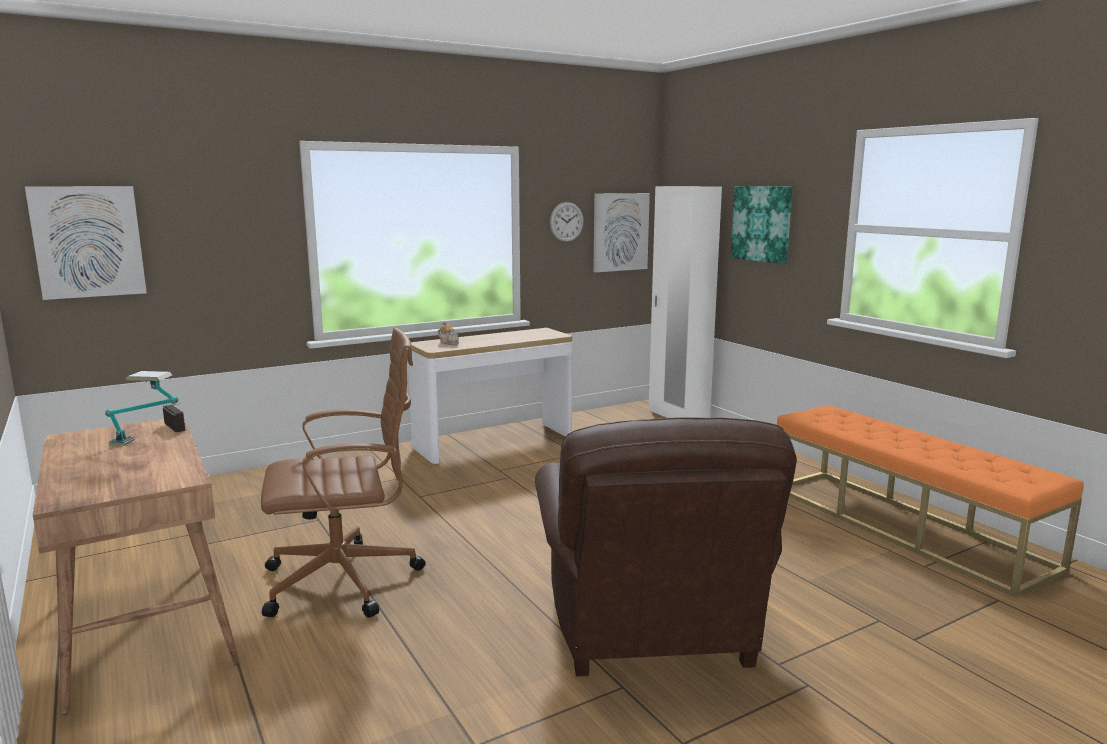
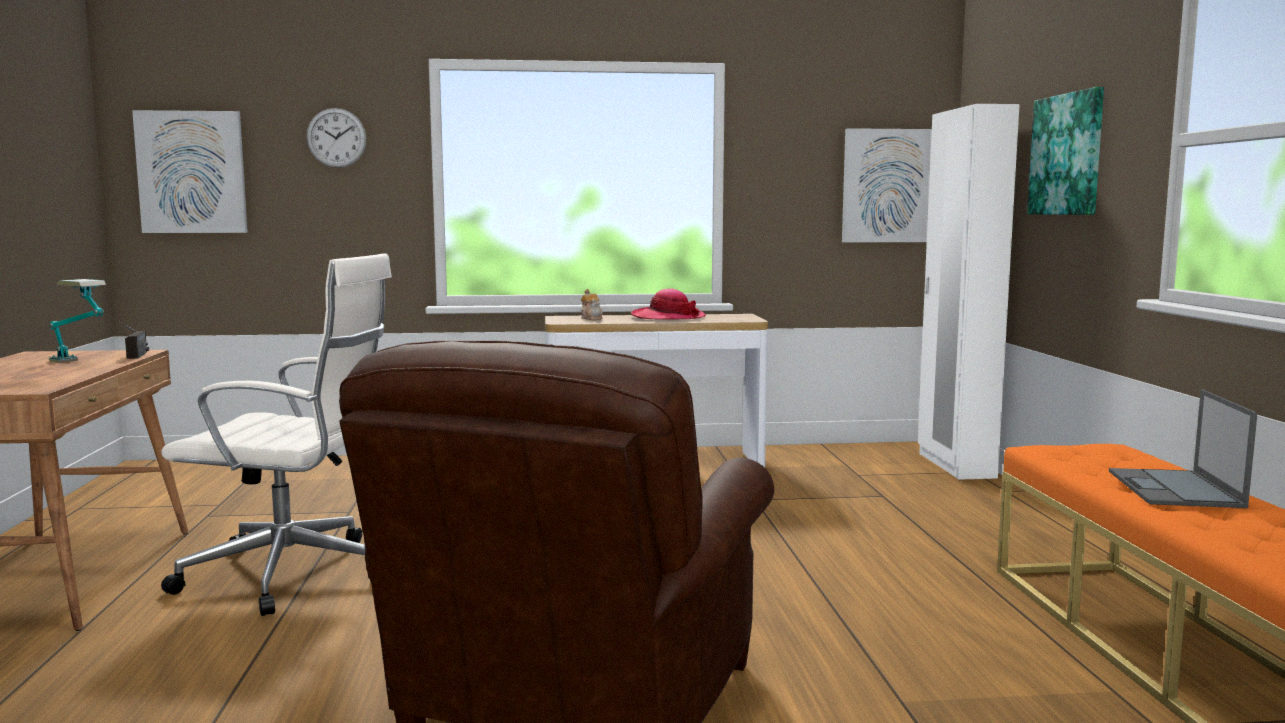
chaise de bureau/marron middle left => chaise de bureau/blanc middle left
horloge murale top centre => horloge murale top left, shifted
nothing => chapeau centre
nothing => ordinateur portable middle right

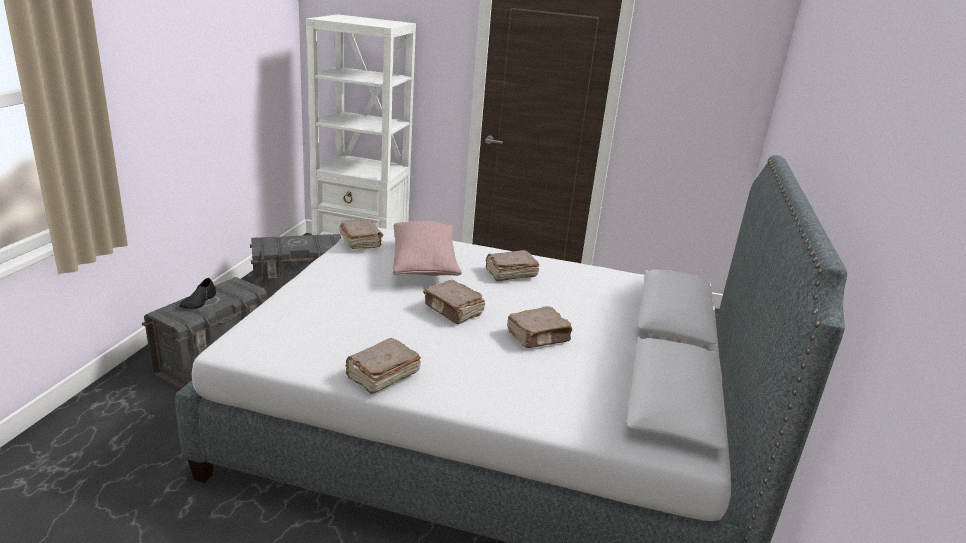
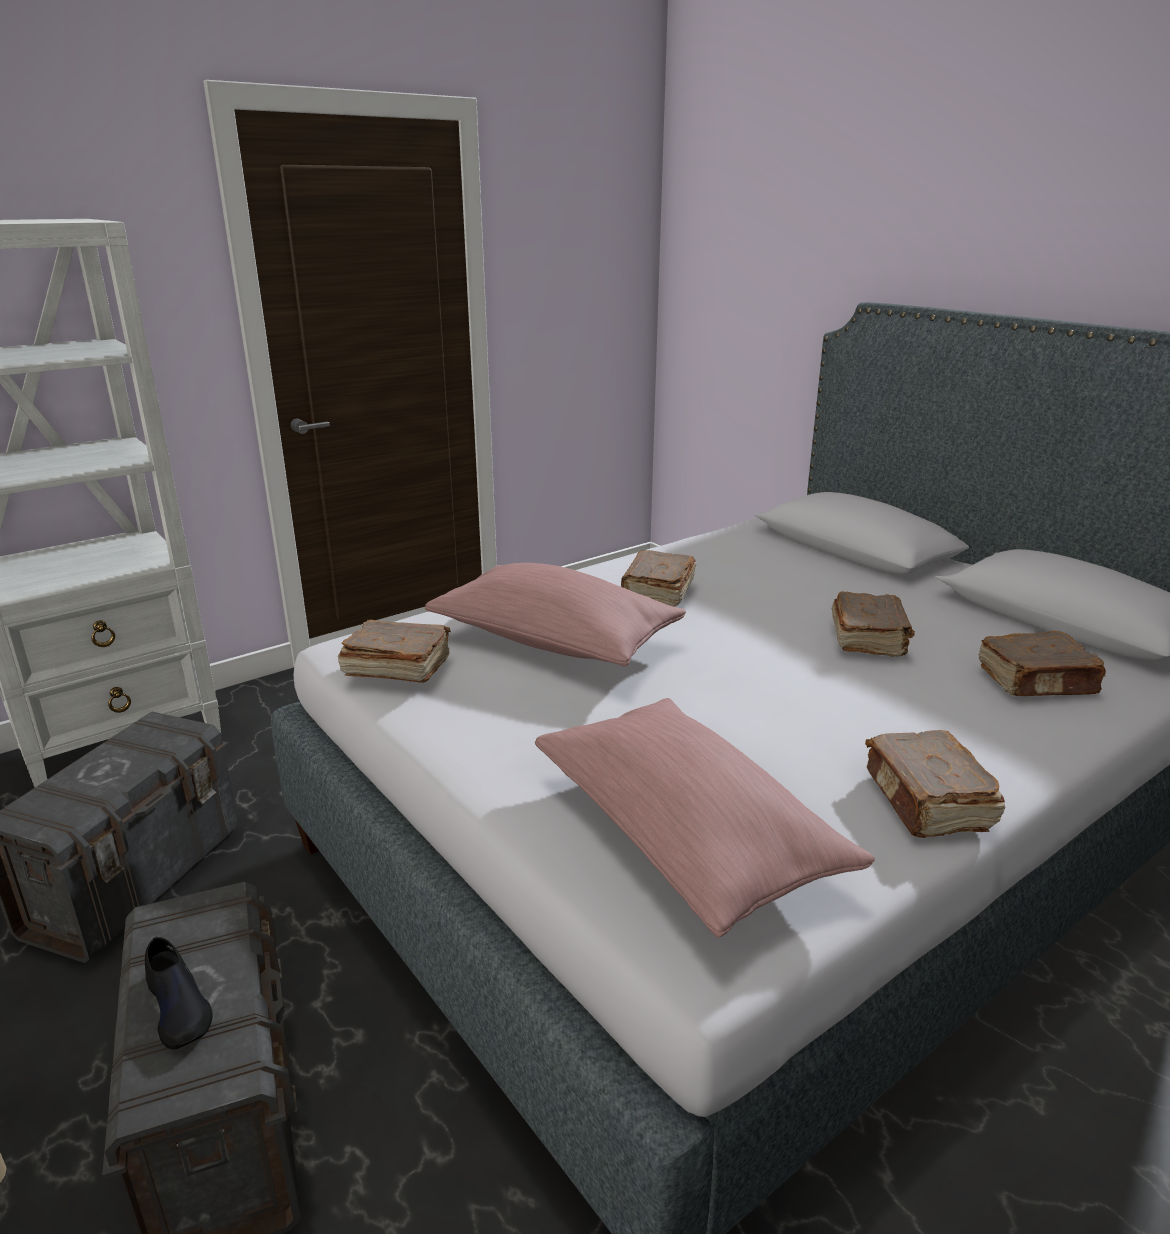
nothing => coussin/rose (no. 2 from left) centre
livre/marron (no. 3 from left in the first image) centre => livre/marron (no. 5 from left) middle right, shifted

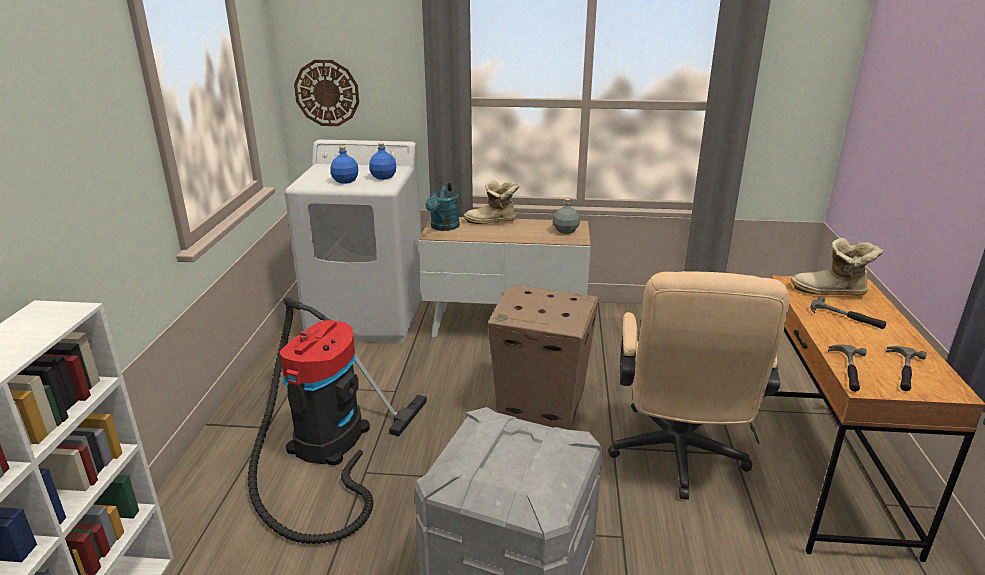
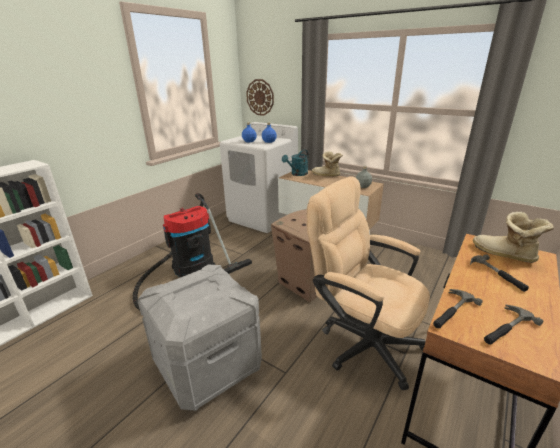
chaise de bureau/beige bottom right => chaise de bureau/beige centre, 90 degrees clockwise

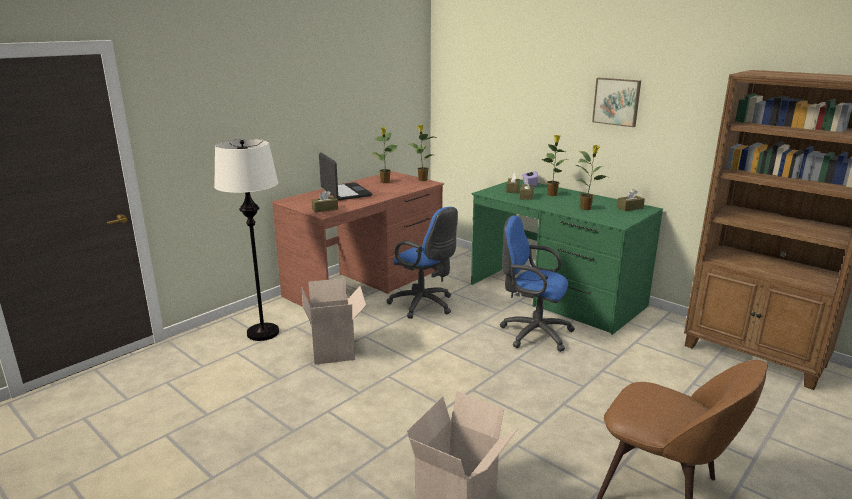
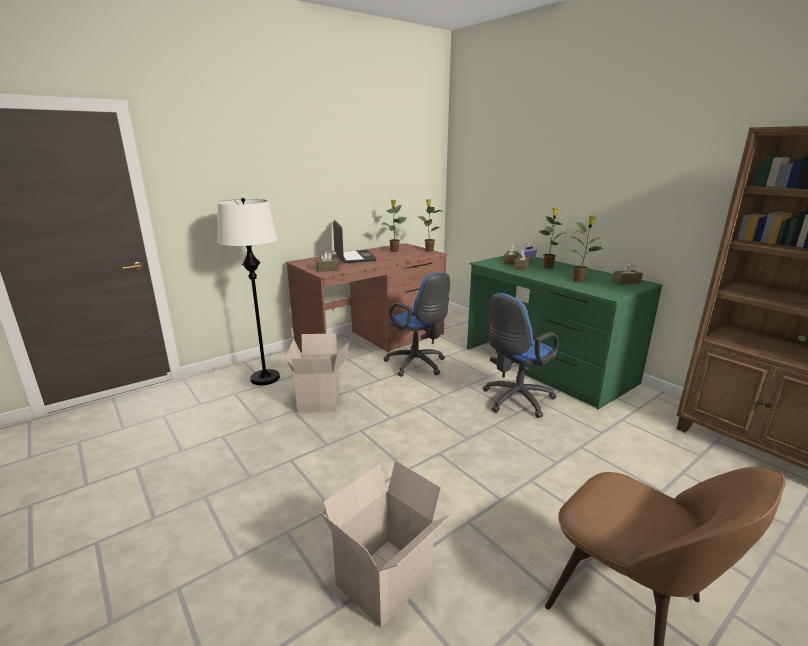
chaise de bureau/bleu (no. 2 from left) centre, 75 degrees counterclockwise
tableau top right => nothing

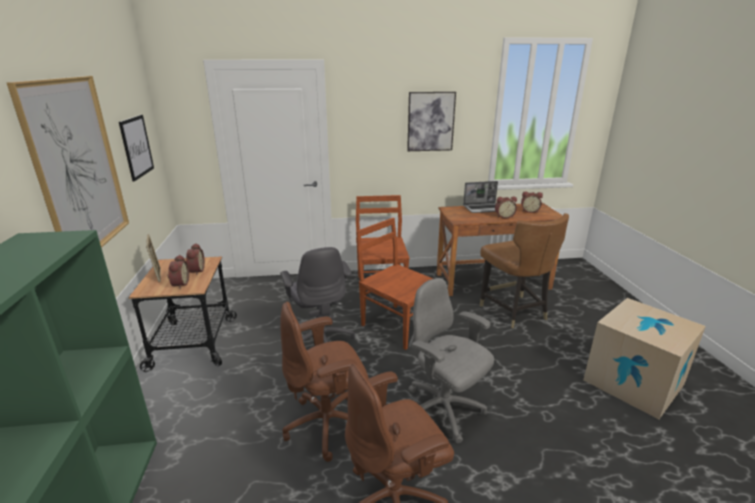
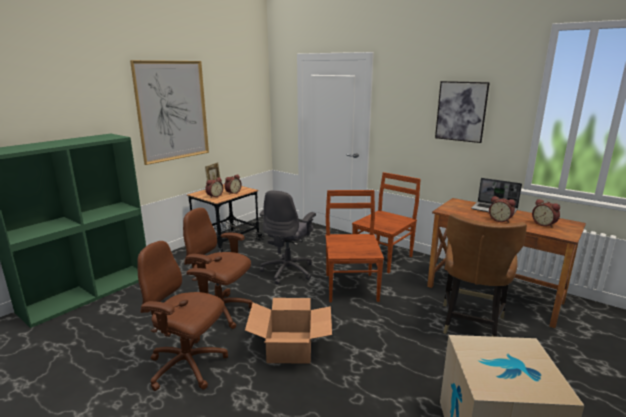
chaise de bureau/gris (no. 2 from left) bottom centre => carton (no. 1 from left) bottom centre
tableau (no. 2 from left) top left => nothing

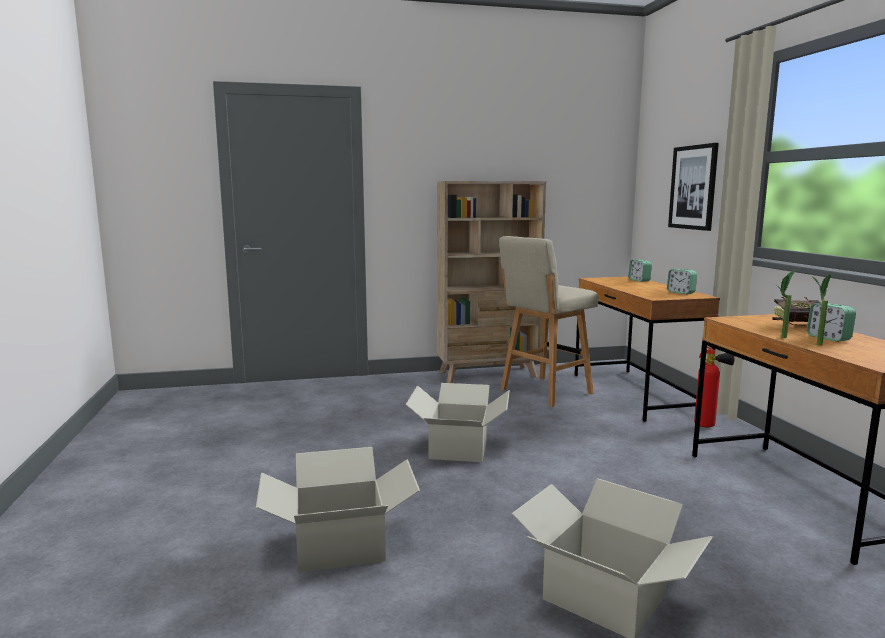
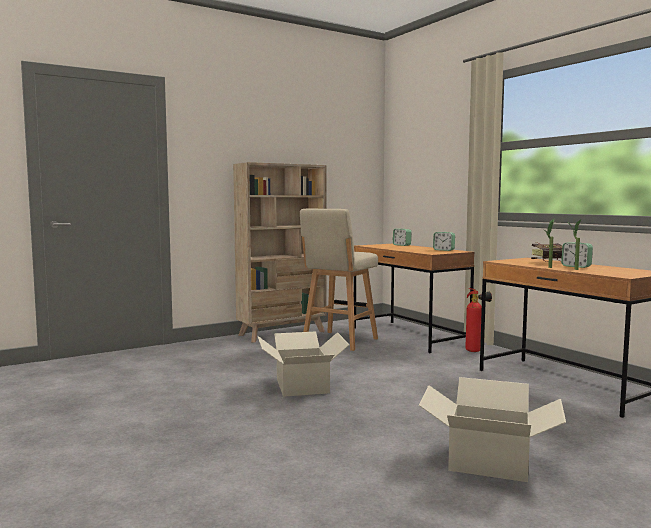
carton (no. 1 from left) bottom centre => nothing
tableau top right => nothing

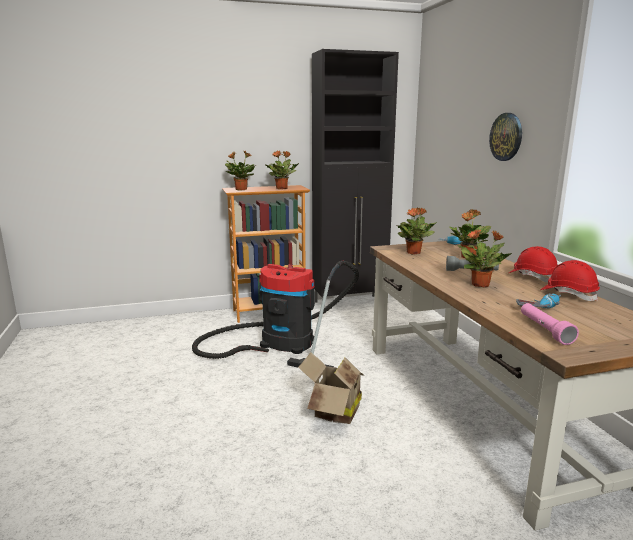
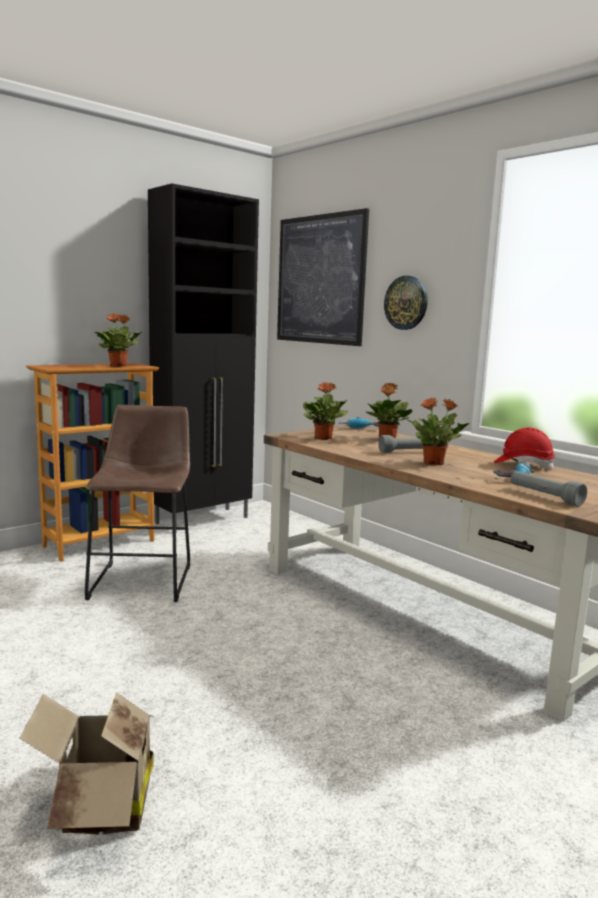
carton bottom centre => carton bottom left, shifted
aspirateur centre => tabouret/marron middle left
nothing => tableau top centre
lampe de poche/rose middle right => lampe de poche/gris (no. 2 from left) middle right
plante en pot (no. 1 from left) top centre => nothing
casque de chantier/rouge (no. 1 from left) middle right => nothing

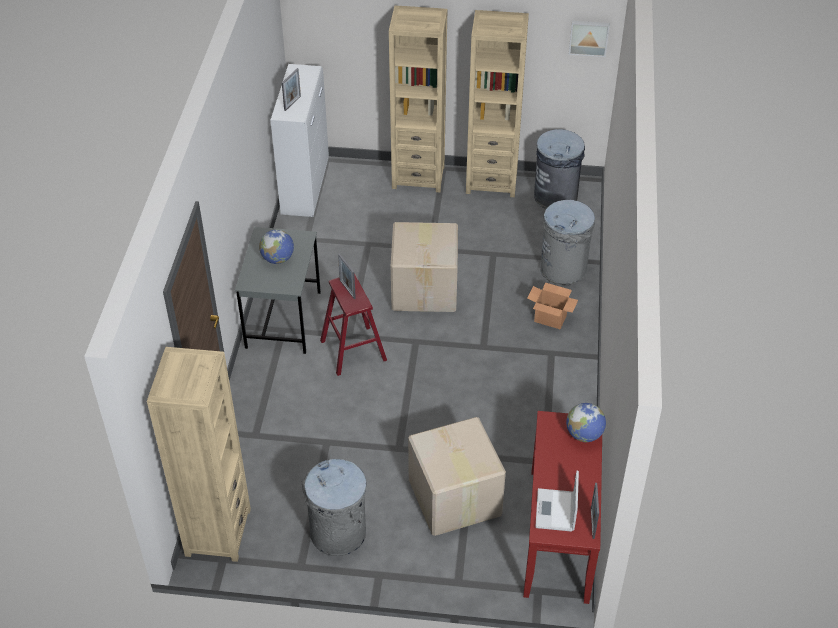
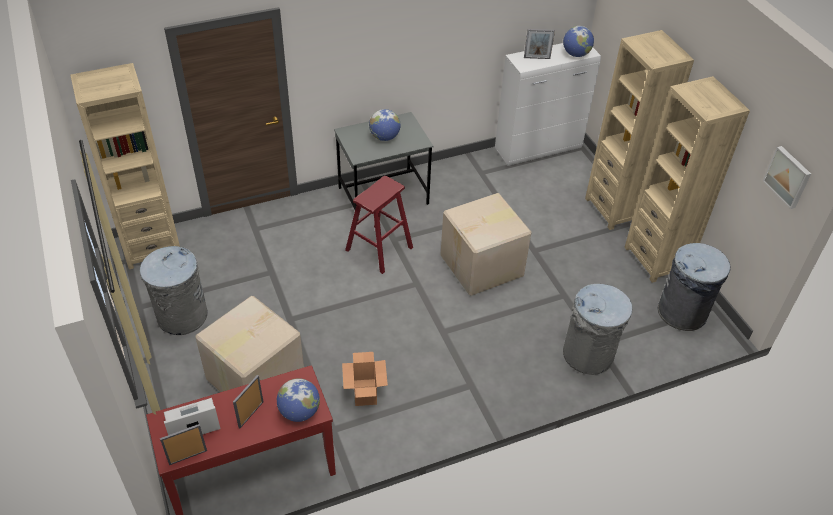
cadre photo (no. 2 from left) centre => cadre photo (no. 2 from left) bottom left, shifted
carton (no. 3 from left in the first image) centre => carton (no. 2 from left) bottom centre, shifted
nothing => globe (no. 3 from left) top right

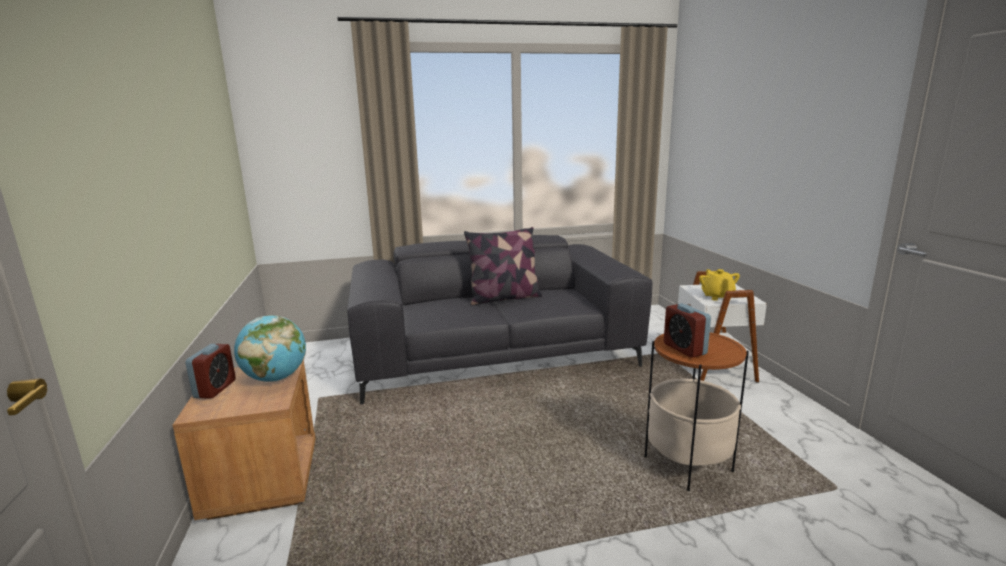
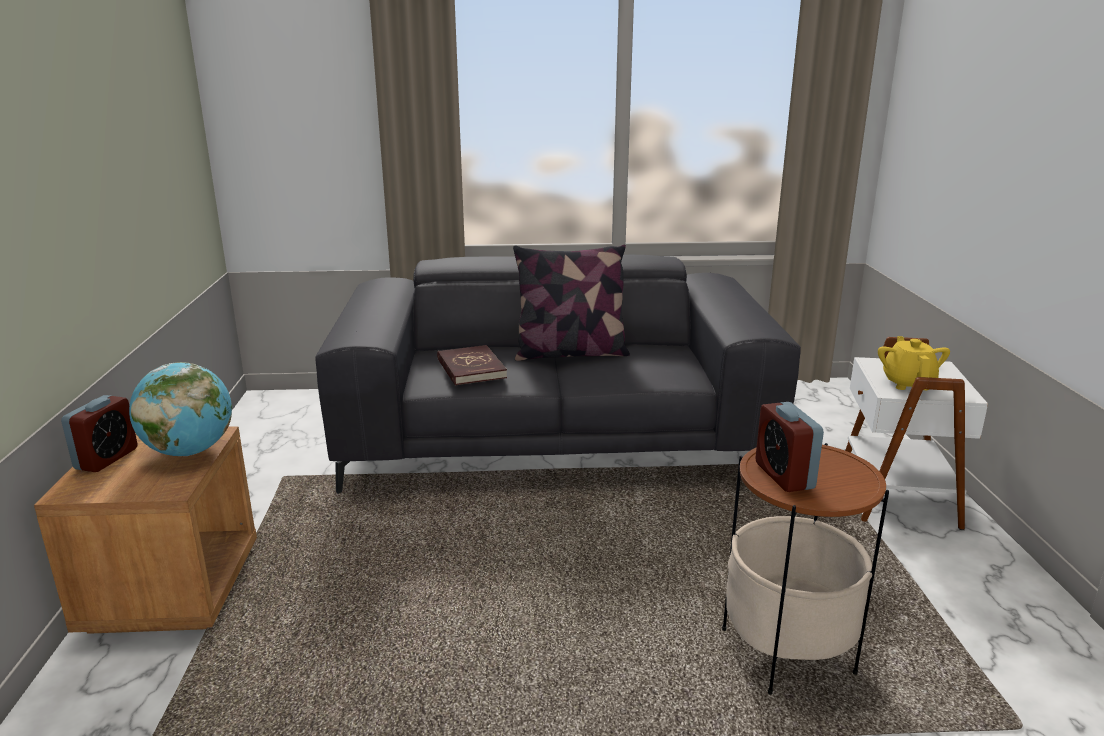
nothing => livre/rouge centre

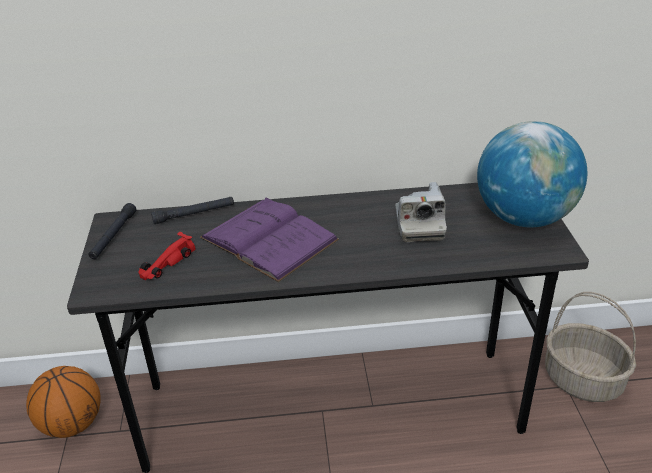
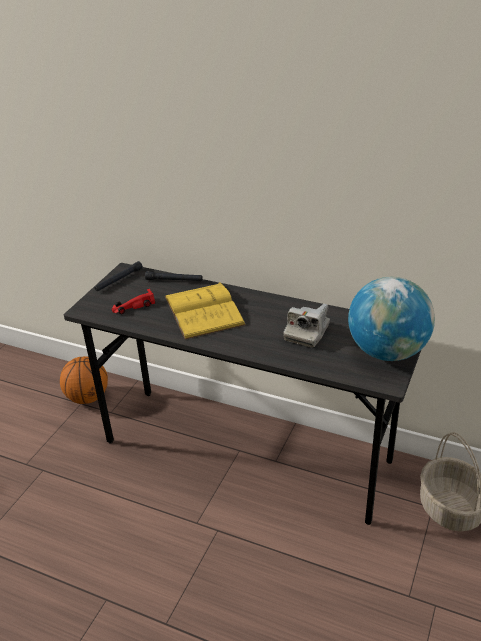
livre/violet centre => livre/jaune centre

